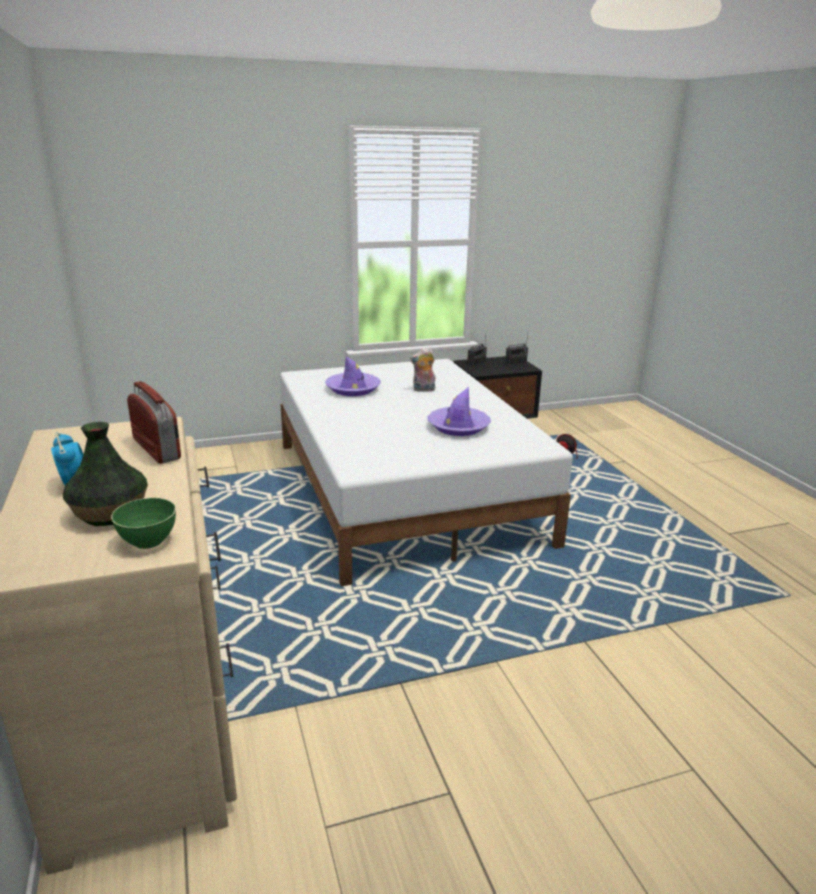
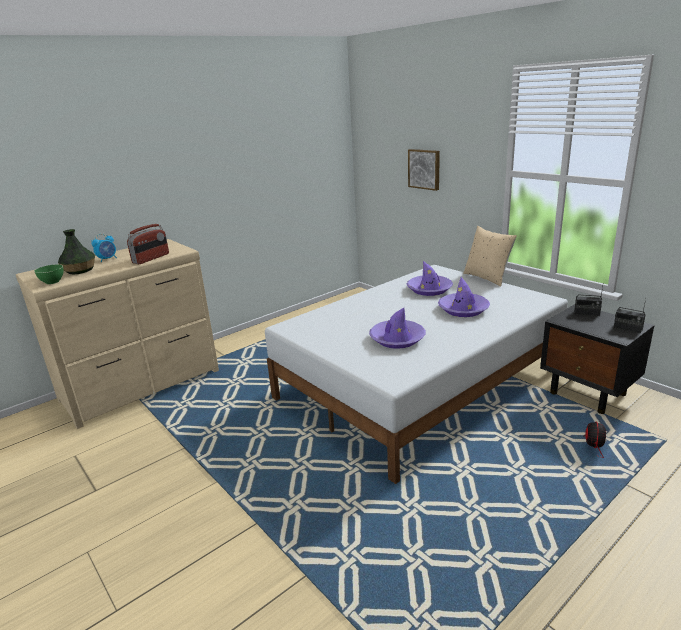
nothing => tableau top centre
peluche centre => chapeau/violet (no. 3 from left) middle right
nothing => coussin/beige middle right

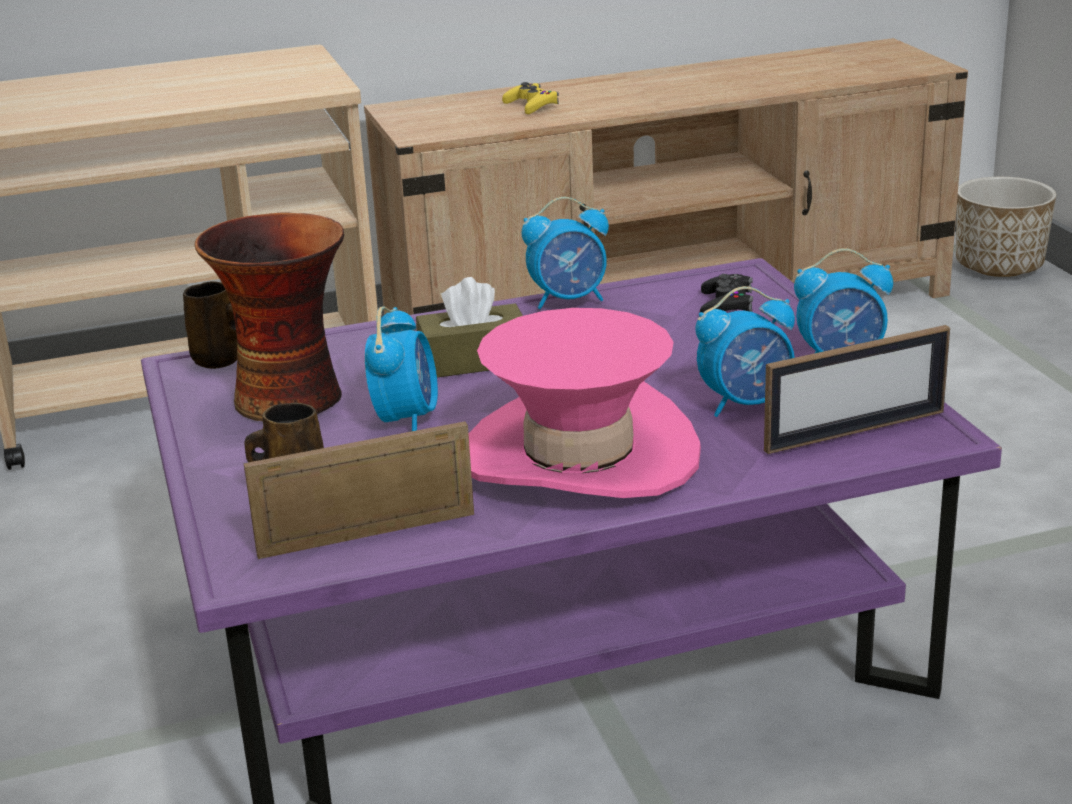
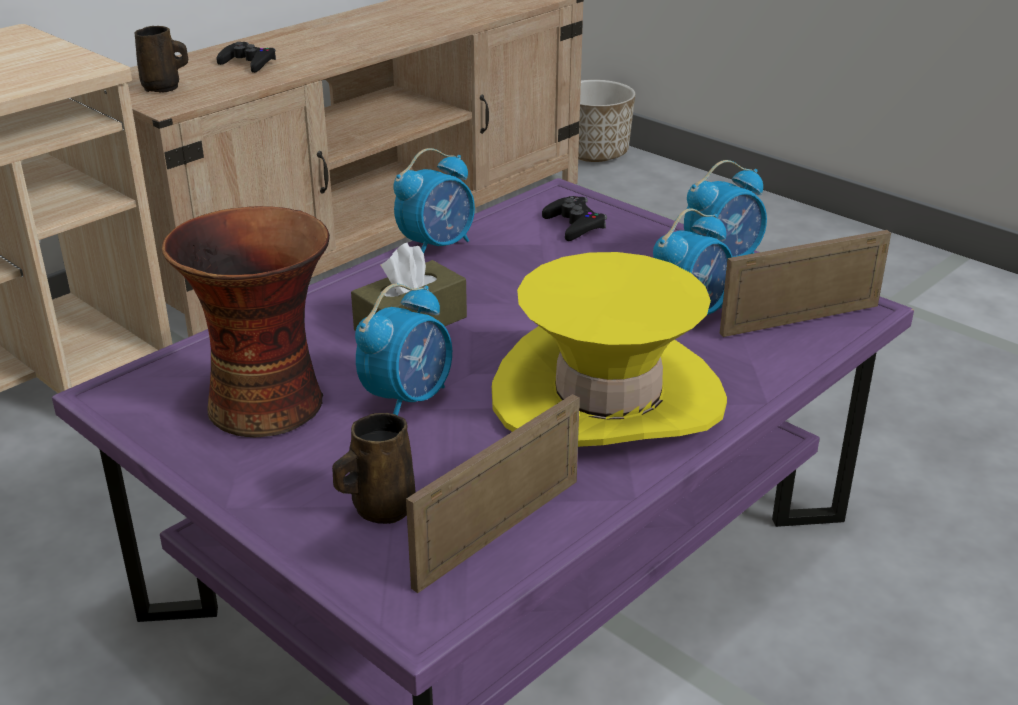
mug/marron (no. 1 from left) middle left => mug/marron (no. 1 from left) top left, shifted
manette/jaune top centre => manette/noir (no. 1 from left) top left
réveil (no. 1 from left) centre, 60 degrees clockwise
chapeau/rose centre => chapeau/jaune centre
cadre photo (no. 2 from left) middle right, 150 degrees counterclockwise

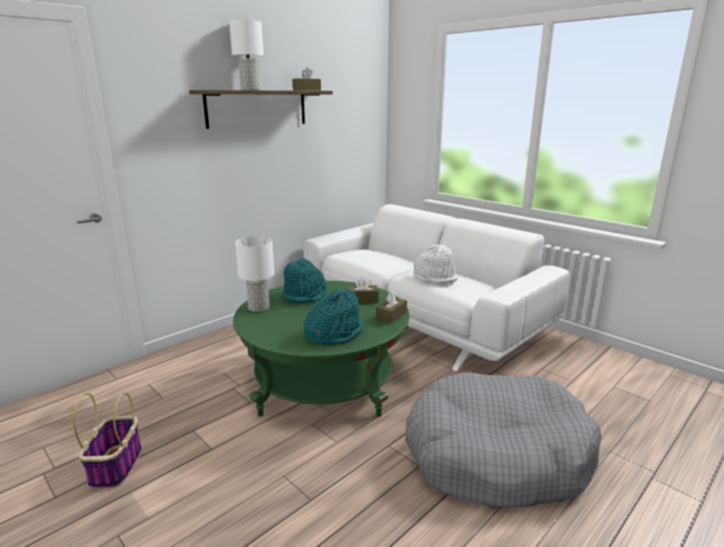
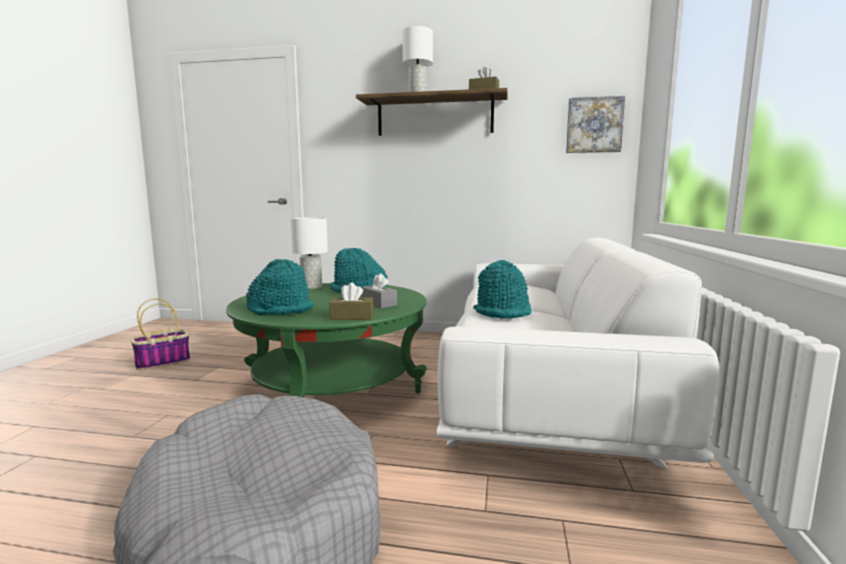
boîte à mouchoirs/marron (no. 2 from left) centre => boîte à mouchoirs/gris centre
chapeau/blanc centre => chapeau/turquoise (no. 3 from left) centre
nothing => tableau top right

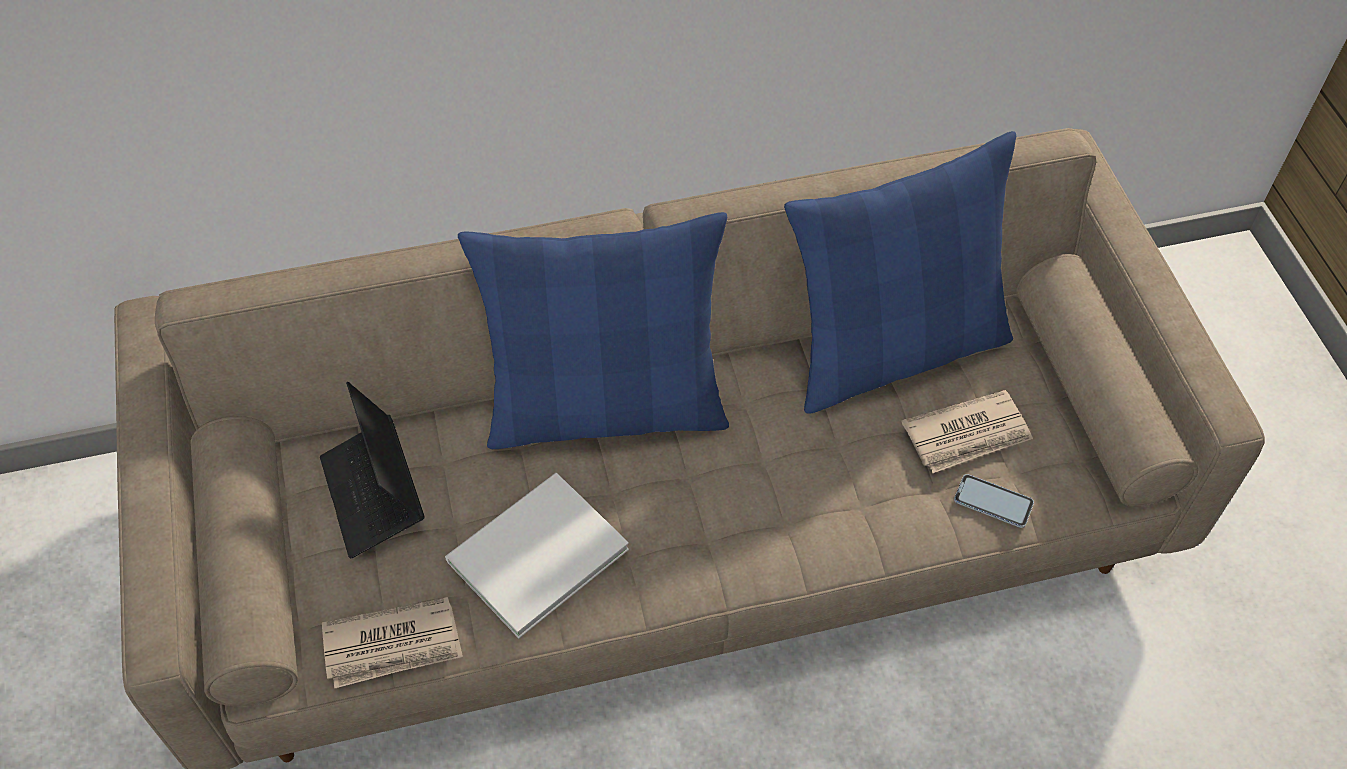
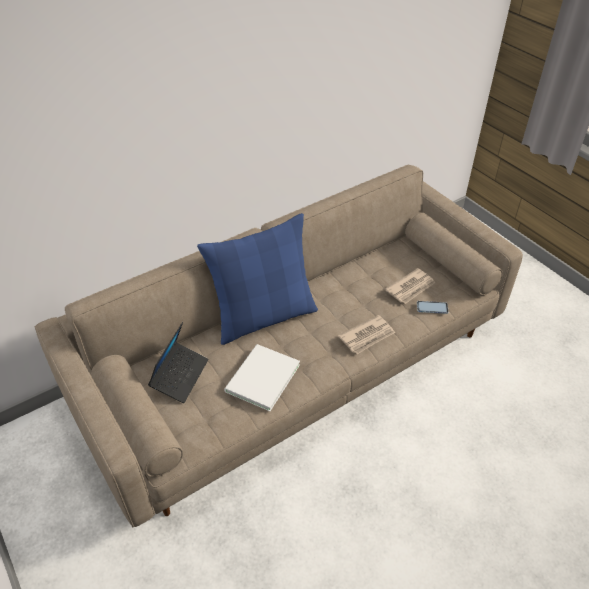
ordinateur portable middle left, 120 degrees counterclockwise
journal (no. 1 from left) bottom left => journal (no. 1 from left) centre, shifted
coussin/bleu (no. 2 from left) middle right => nothing

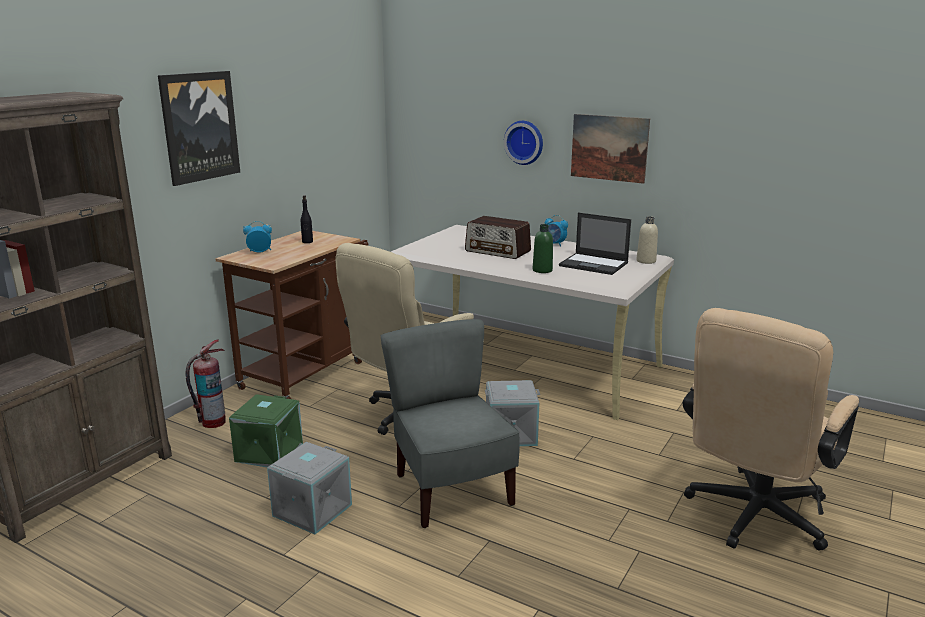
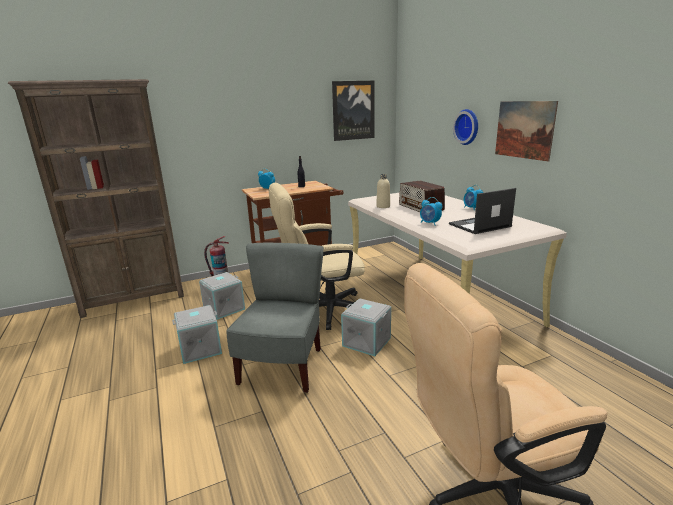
boîte de rangement/vert bottom left => boîte de rangement/gris (no. 2 from left) middle left
tableau (no. 1 from left) top left => tableau (no. 1 from left) top centre, shifted
bouteille/beige middle right => bouteille/beige centre, shifted
bouteille/vert centre => réveil (no. 2 from left) centre
ordinateur portable centre => ordinateur portable middle right, 90 degrees clockwise

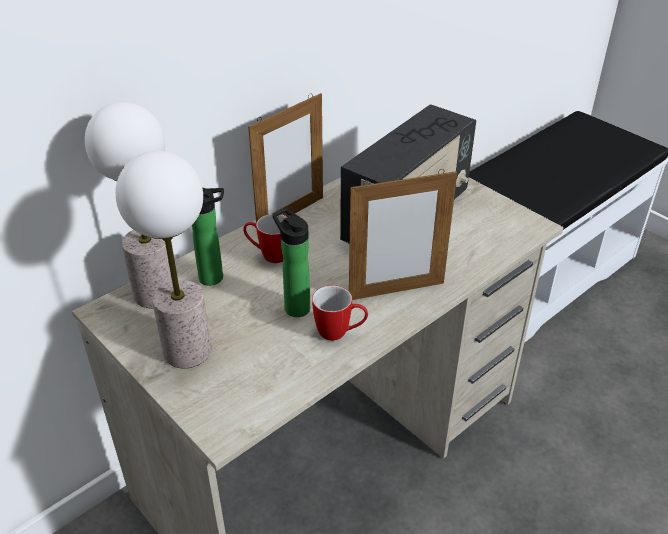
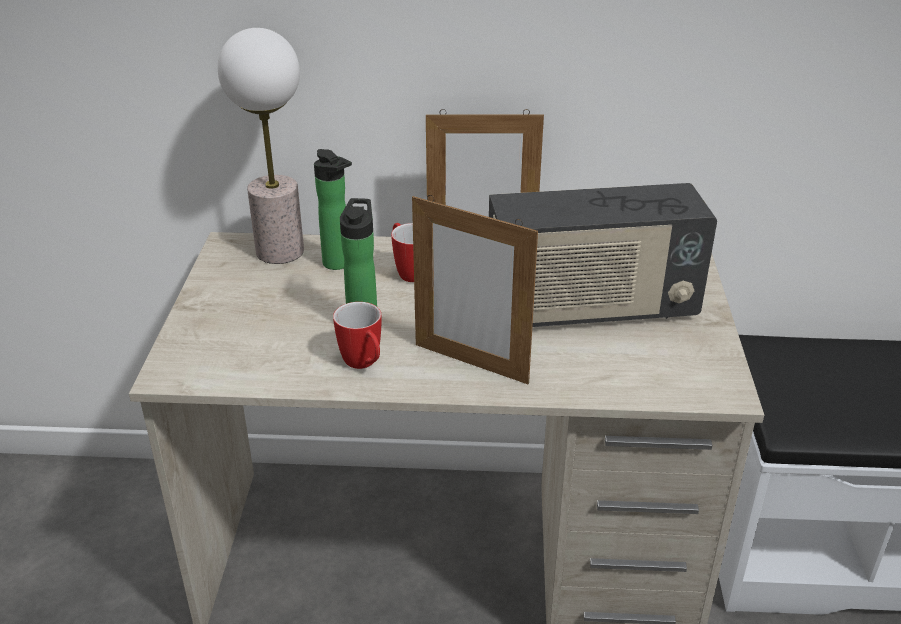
lampe de table (no. 2 from left) middle left => nothing

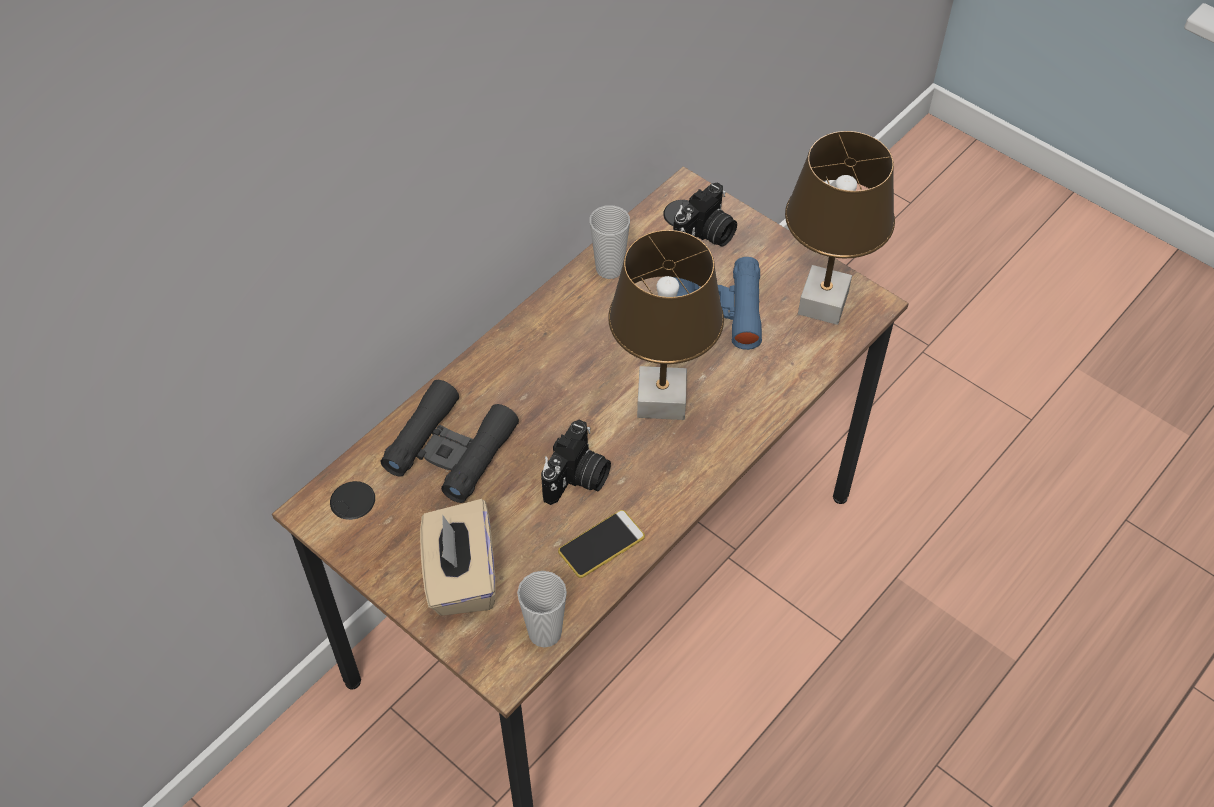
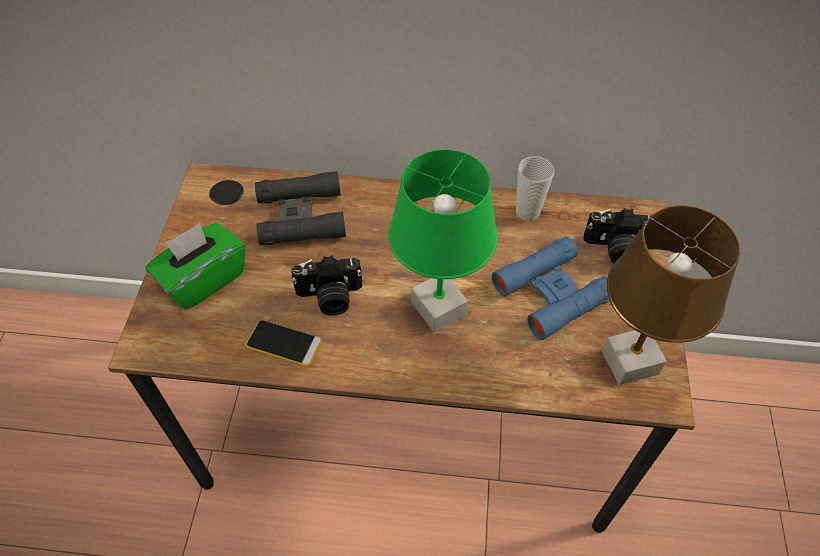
boîte à mouchoirs/beige bottom centre => boîte à mouchoirs/vert middle left
lampe de table/marron (no. 1 from left) centre => lampe de table/vert centre
tasse (no. 1 from left) bottom centre => nothing

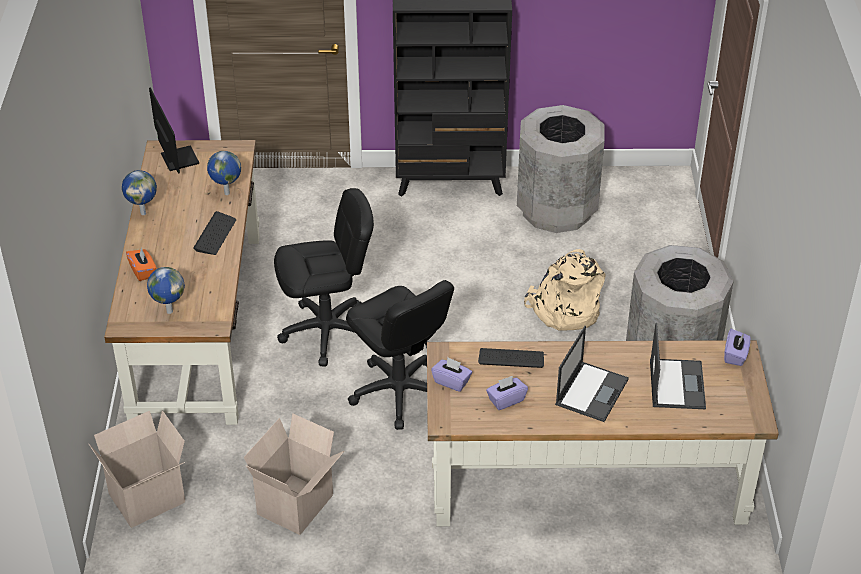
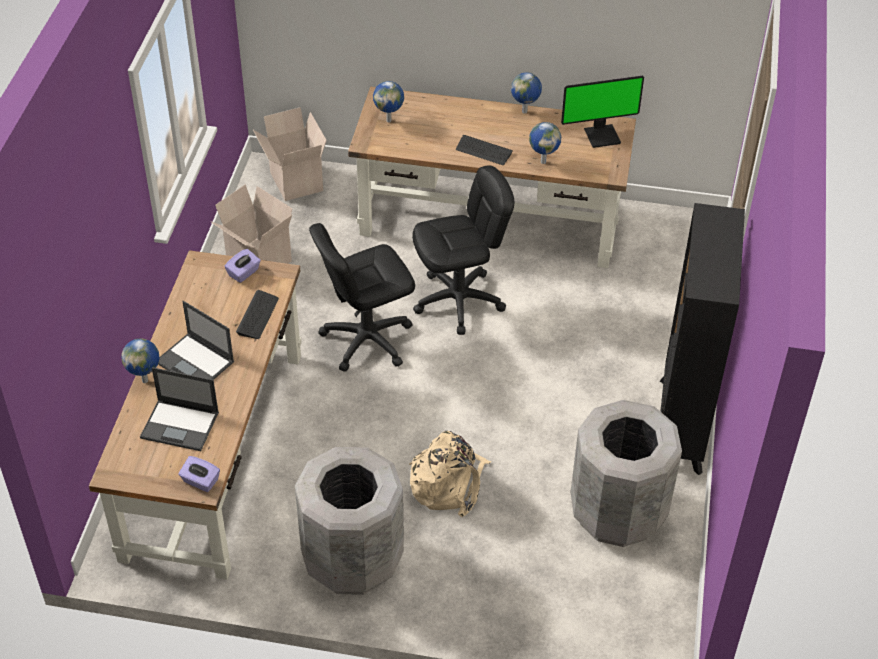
nothing => globe (no. 1 from left) middle left
chaise de bureau/noir (no. 1 from left in the first image) centre => chaise de bureau/noir (no. 2 from left) centre, 105 degrees counterclockwise
boîte à mouchoirs/orange middle left => nothing
boîte à mouchoirs/violet (no. 2 from left) bottom centre => nothing

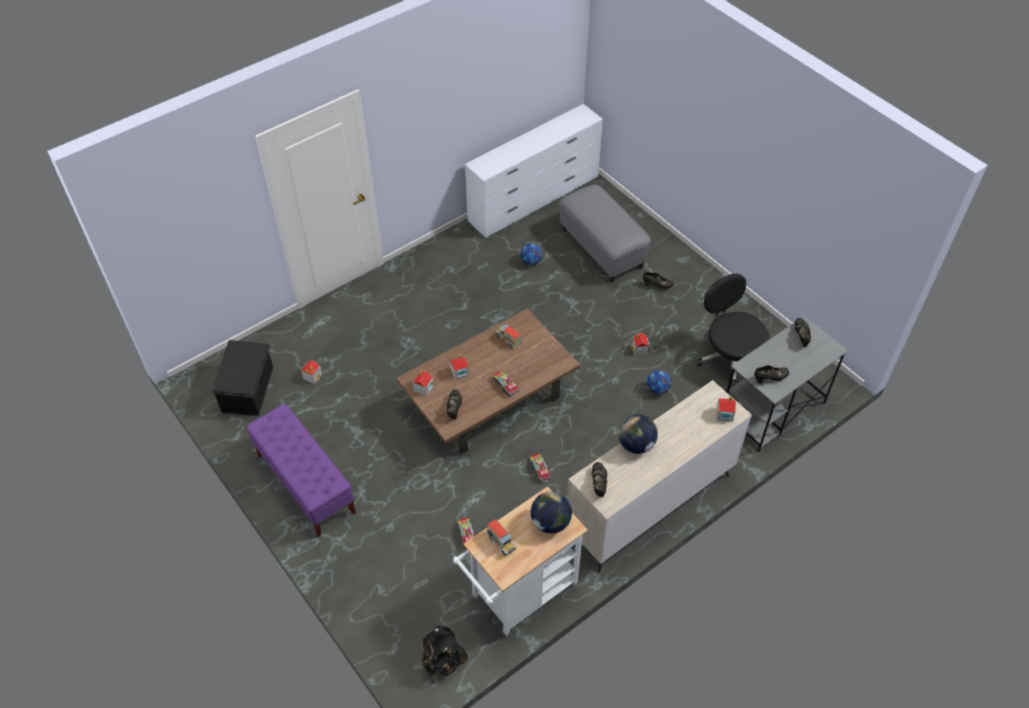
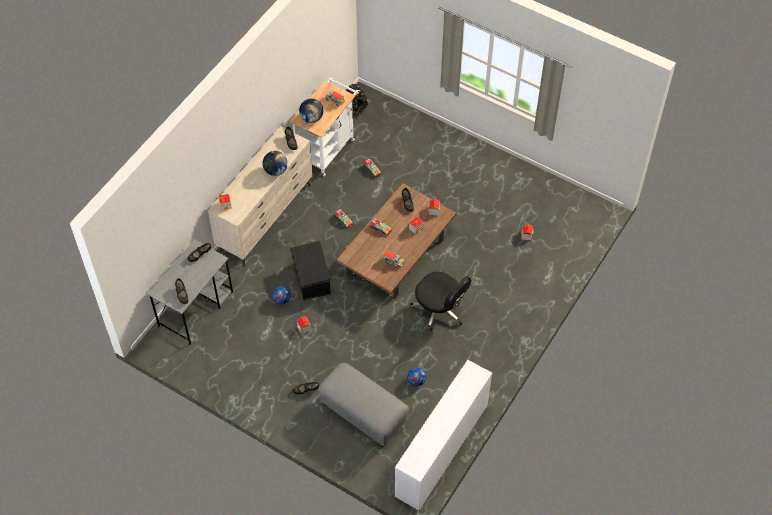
boîte de rangement/noir middle left => boîte de rangement/noir centre, shifted
chaise de bureau/noir middle right => chaise de bureau/noir centre, shifted
banc/violet middle left => nothing

